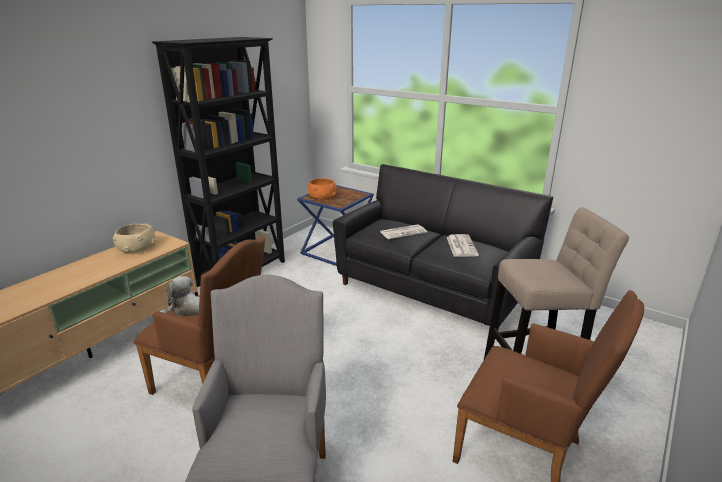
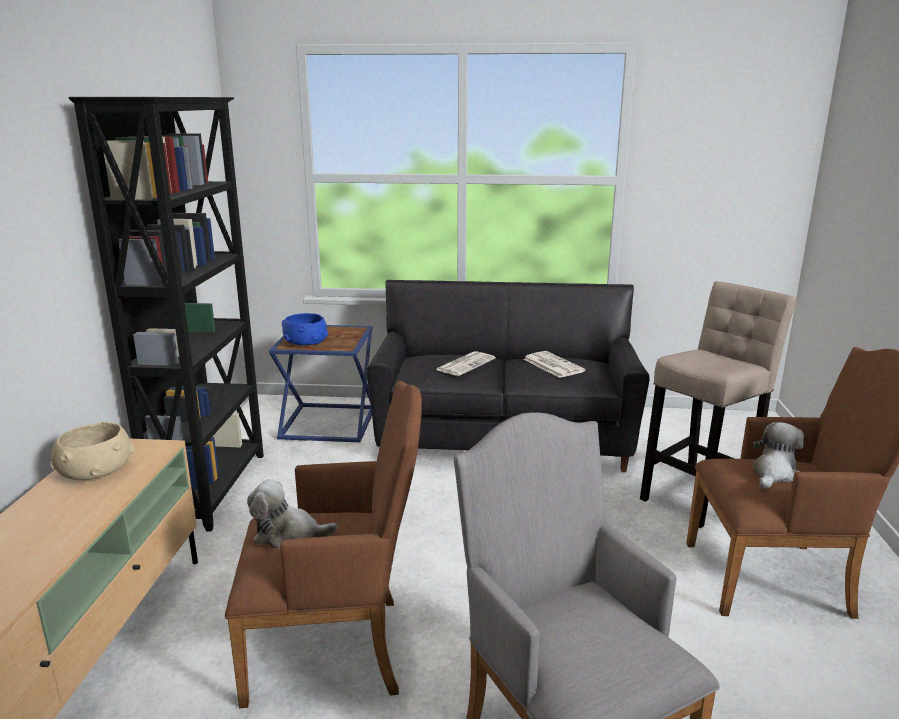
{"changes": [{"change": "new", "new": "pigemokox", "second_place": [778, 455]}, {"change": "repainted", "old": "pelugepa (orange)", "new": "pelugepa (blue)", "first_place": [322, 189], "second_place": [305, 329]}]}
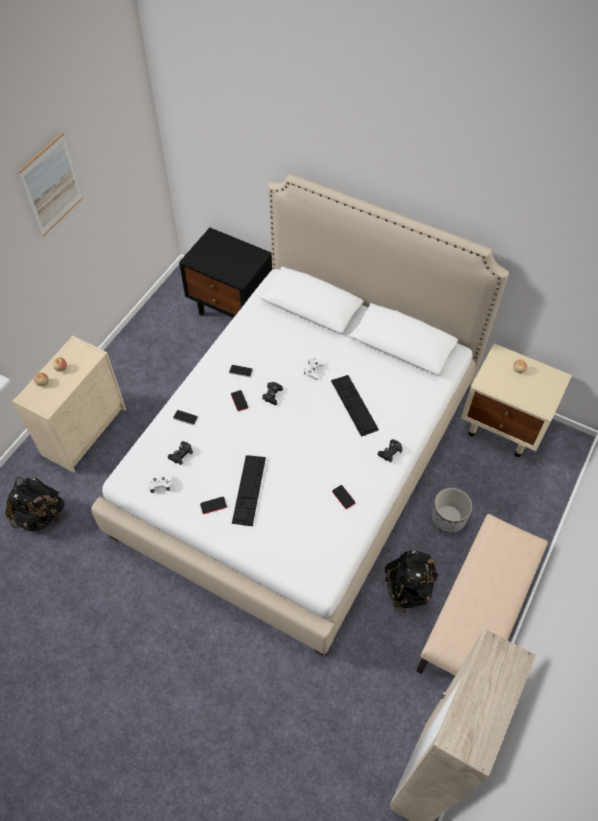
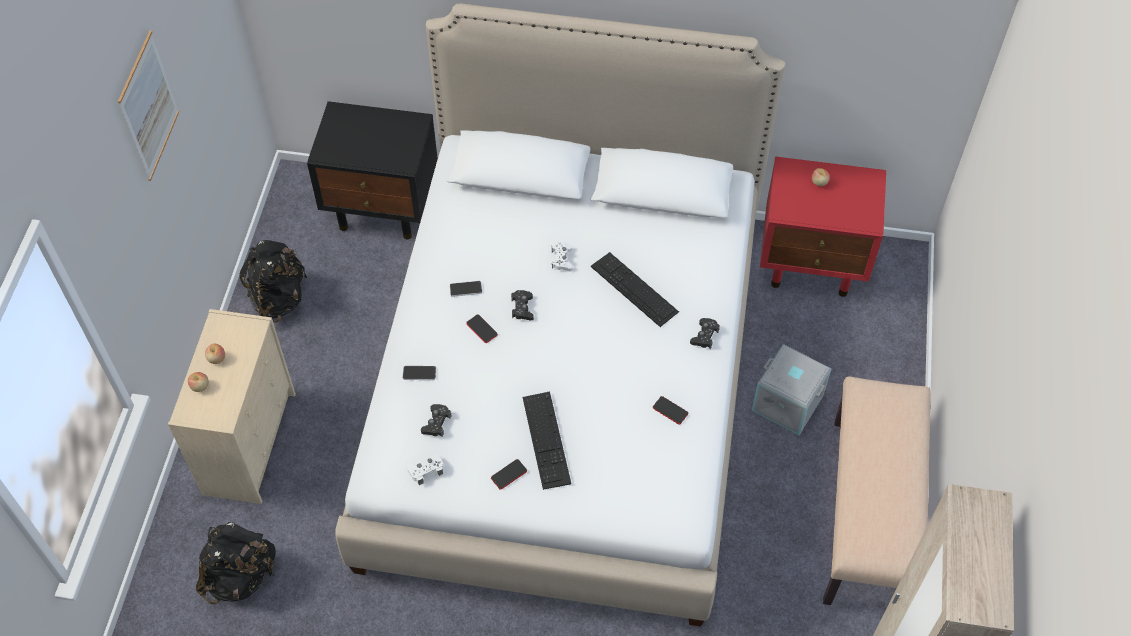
{"changes": [{"change": "shifted", "old": "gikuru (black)", "first_place": [411, 582], "second_place": [273, 281]}, {"change": "swapped", "old": "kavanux", "new": "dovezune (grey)", "first_place": [451, 510], "second_place": [792, 389]}, {"change": "repainted", "old": "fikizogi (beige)", "new": "fikizogi (red)", "first_place": [516, 400], "second_place": [823, 226]}]}
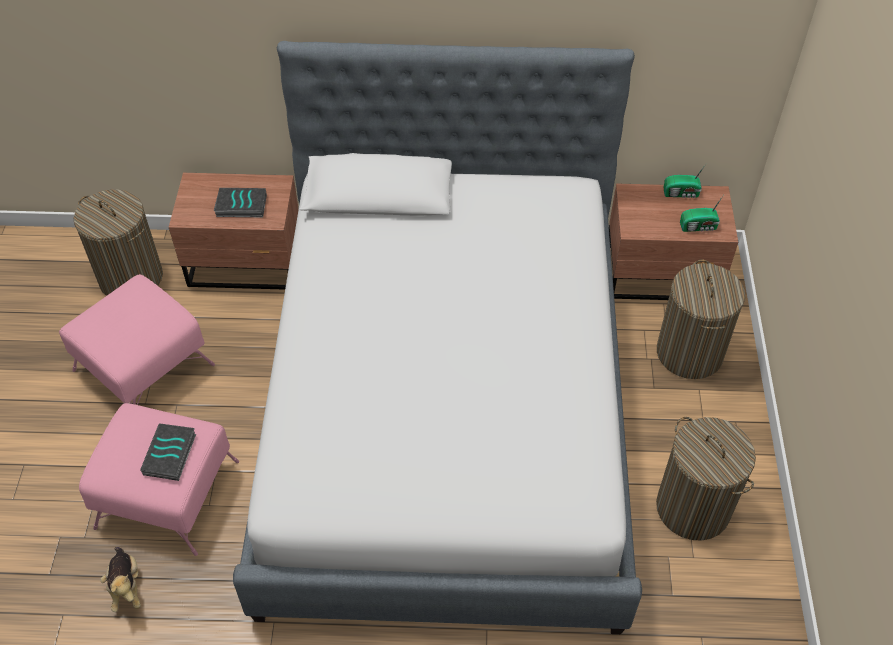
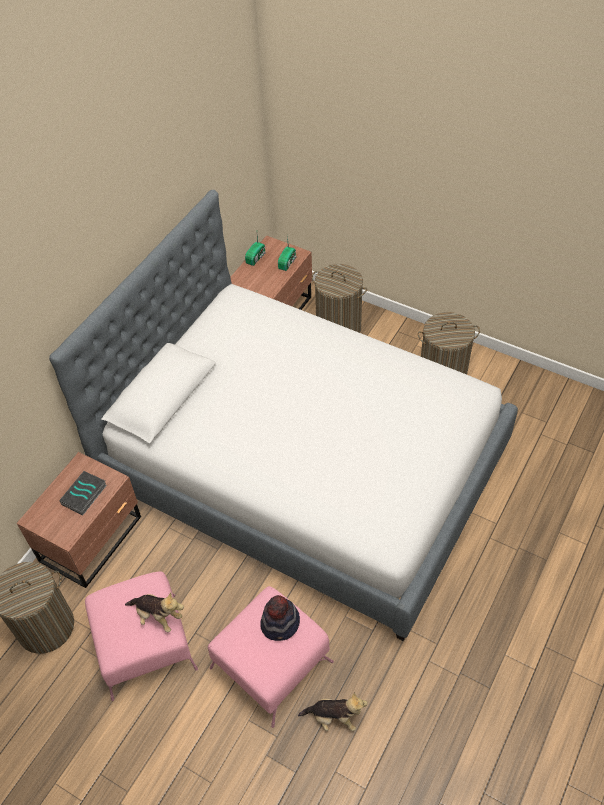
{"changes": [{"change": "new", "new": "pigemokox", "second_place": [154, 612]}, {"change": "swapped", "old": "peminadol", "new": "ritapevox", "first_place": [168, 452], "second_place": [280, 618]}]}
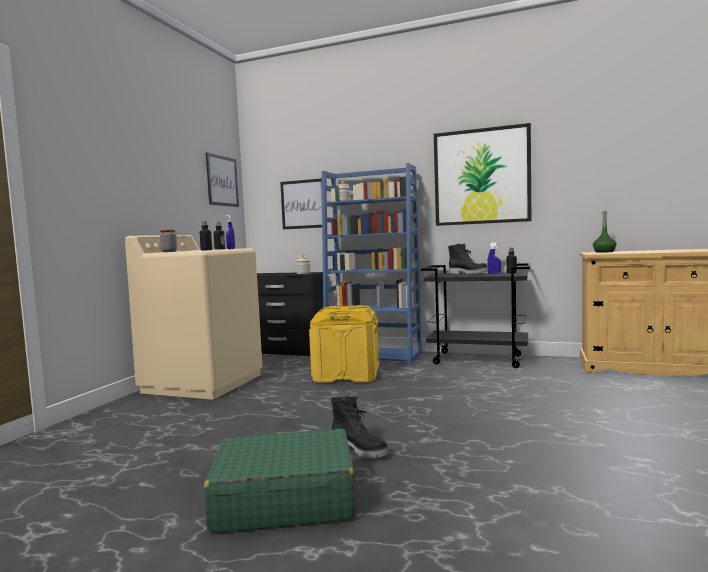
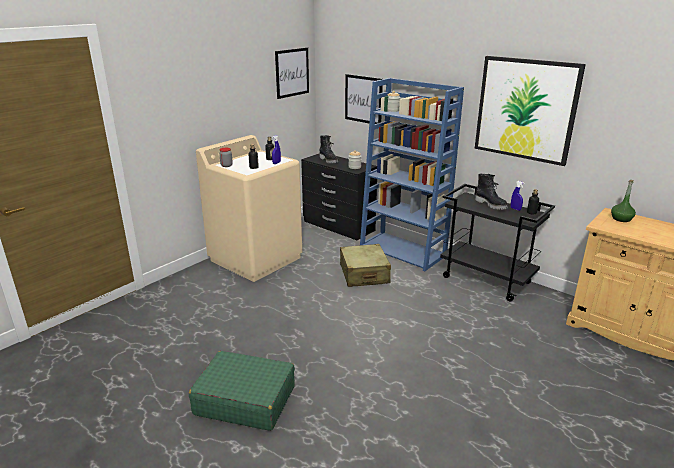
{"changes": [{"change": "shifted", "old": "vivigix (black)", "first_place": [360, 427], "second_place": [328, 149]}, {"change": "swapped", "old": "dovezune (yellow)", "new": "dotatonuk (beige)", "first_place": [344, 344], "second_place": [365, 265]}]}
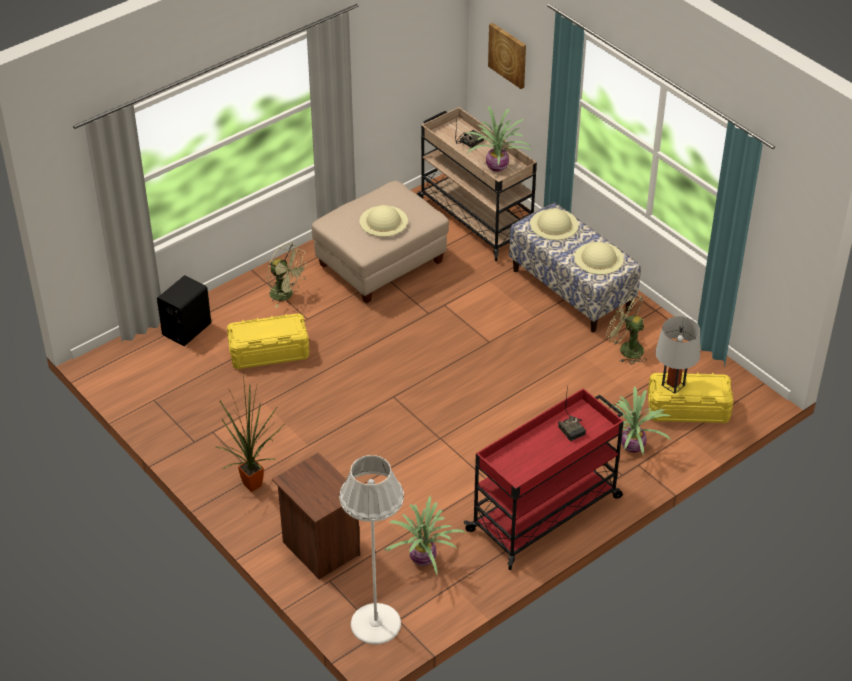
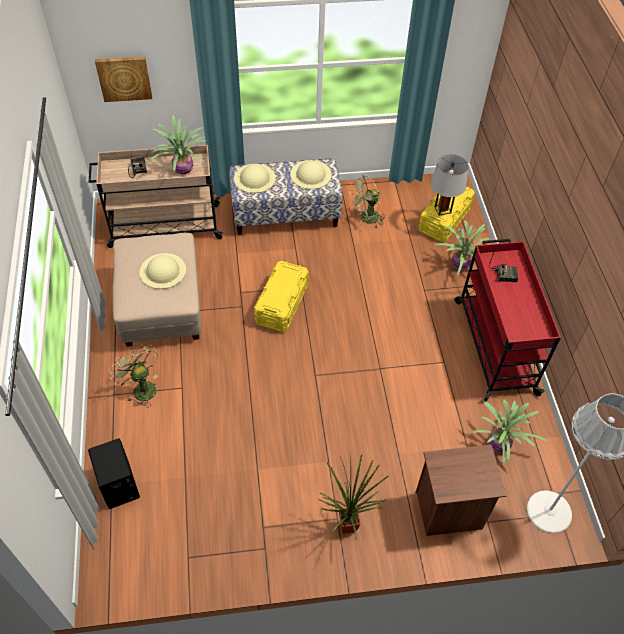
{"changes": [{"change": "shifted", "old": "dovezune (yellow)", "first_place": [268, 341], "second_place": [281, 297]}, {"change": "rotated", "old": "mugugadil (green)", "first_place": [287, 275], "second_place": [133, 376], "degrees": -105}]}
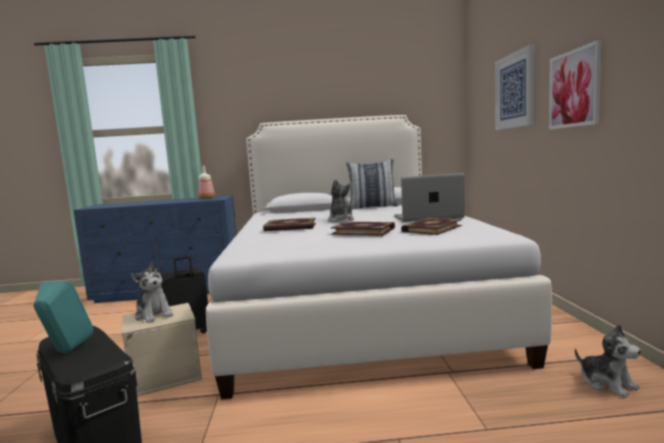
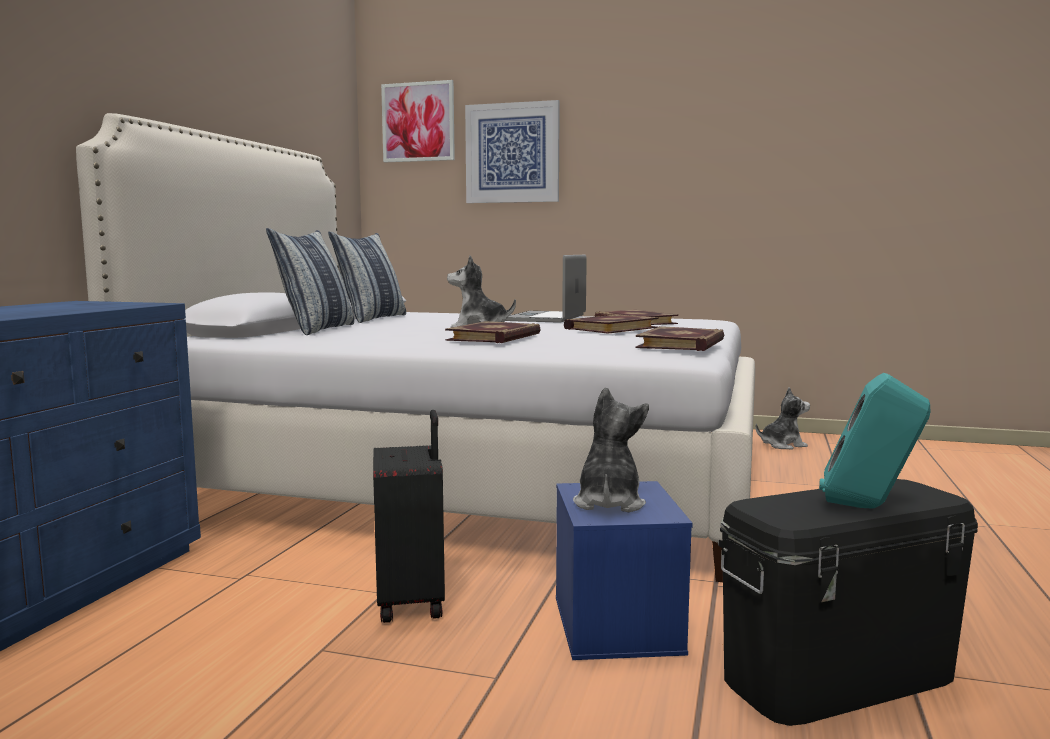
{"changes": [{"change": "gone", "old": "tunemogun", "first_place": [206, 182]}, {"change": "new", "new": "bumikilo", "second_place": [310, 281]}, {"change": "new", "new": "peminadol", "second_place": [680, 338]}, {"change": "shifted", "old": "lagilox", "first_place": [575, 84], "second_place": [418, 121]}, {"change": "repainted", "old": "dovezune (beige)", "new": "dovezune (blue)", "first_place": [161, 350], "second_place": [624, 570]}, {"change": "rotated", "old": "pigemokox", "first_place": [152, 292], "second_place": [611, 449], "degrees": -60}]}
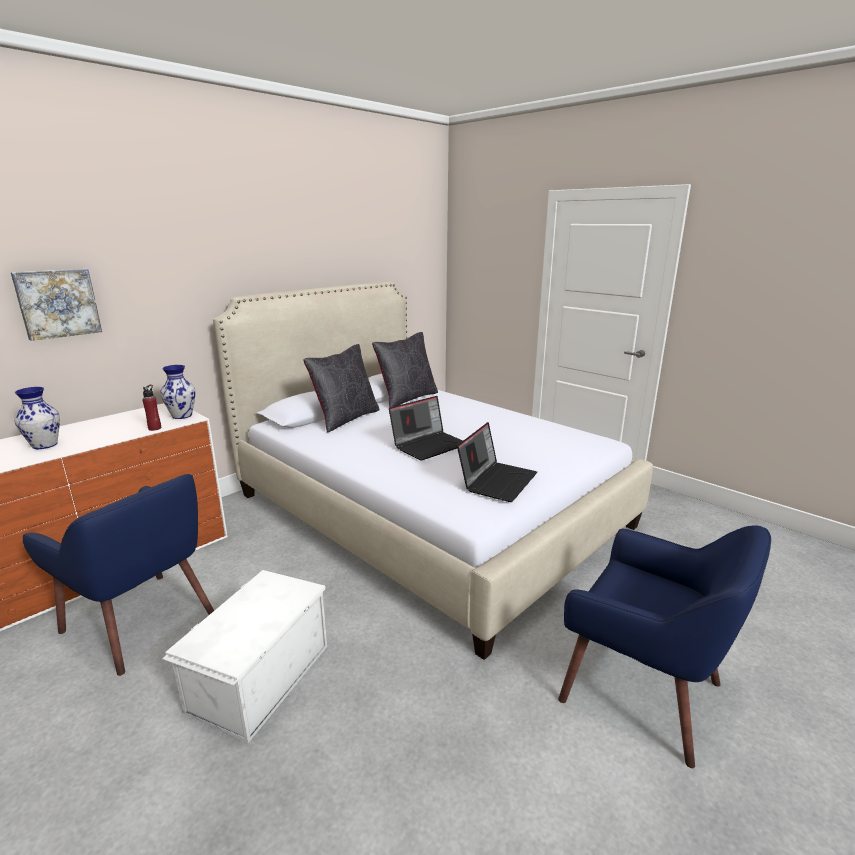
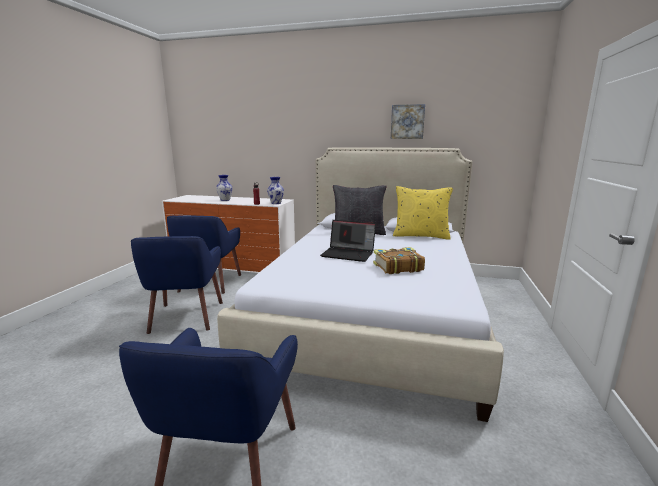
{"changes": [{"change": "gone", "old": "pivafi", "first_place": [497, 462]}, {"change": "new", "new": "peminadol", "second_place": [399, 260]}, {"change": "shifted", "old": "lagilox", "first_place": [56, 305], "second_place": [408, 121]}, {"change": "swapped", "old": "dovezune (white)", "new": "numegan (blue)", "first_place": [244, 656], "second_place": [177, 285]}, {"change": "repainted", "old": "bumikilo (black)", "new": "bumikilo (yellow)", "first_place": [405, 370], "second_place": [423, 213]}]}
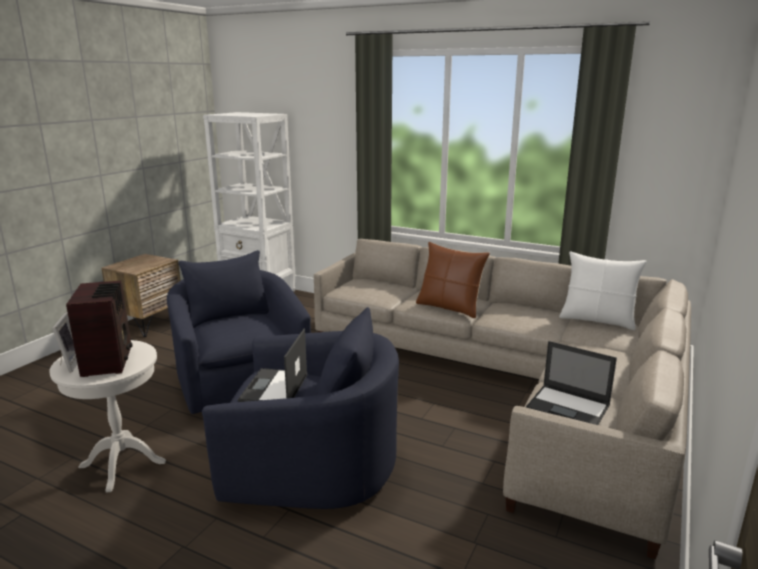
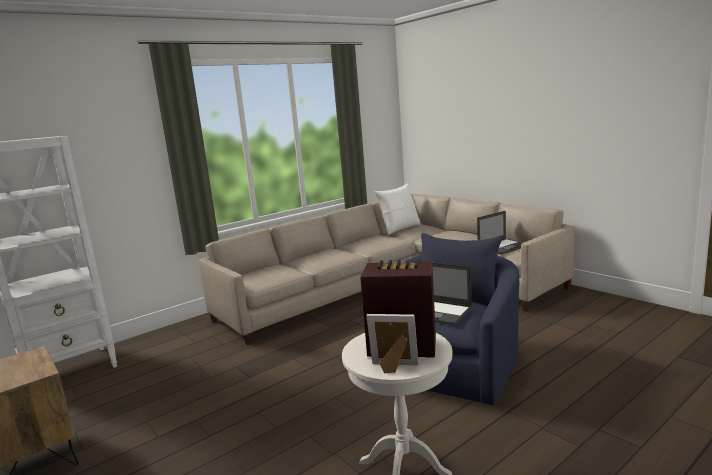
{"changes": [{"change": "gone", "old": "numegan (blue)", "first_place": [239, 332]}, {"change": "gone", "old": "bumikilo (brown)", "first_place": [453, 280]}]}
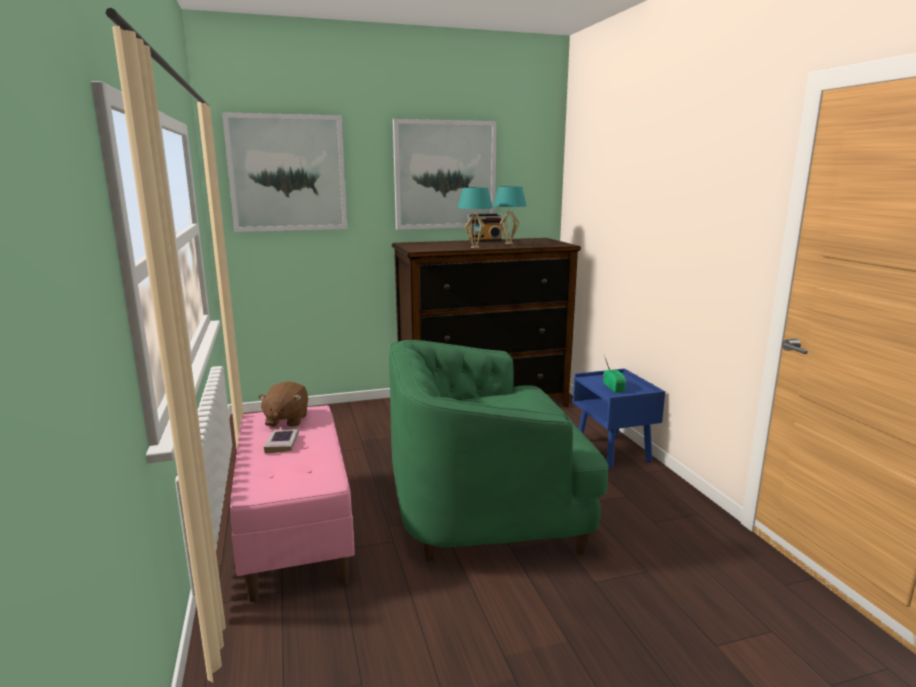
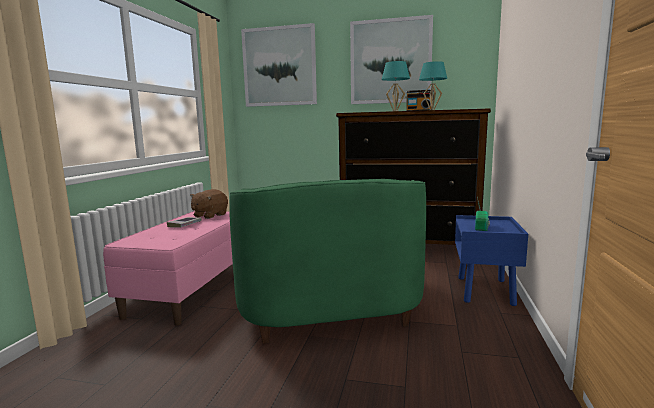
{"changes": [{"change": "rotated", "old": "numegan (green)", "first_place": [499, 450], "second_place": [327, 261], "degrees": -120}]}
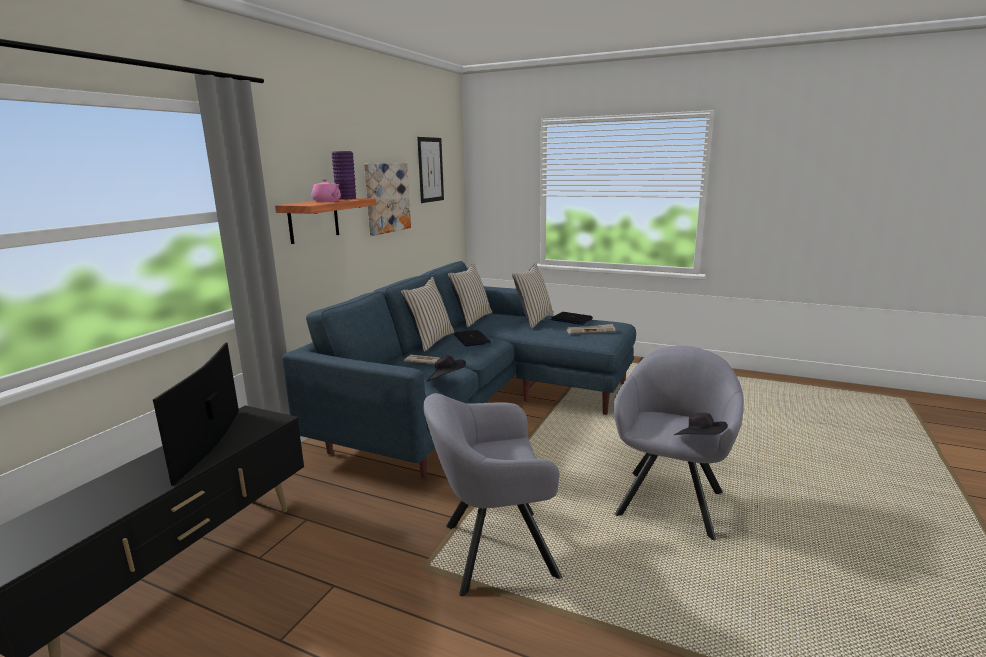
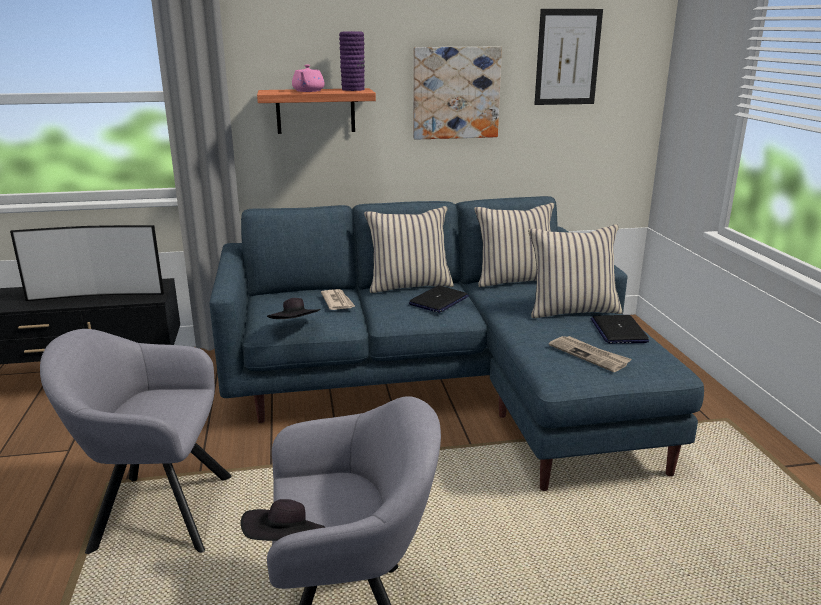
{"changes": [{"change": "rotated", "old": "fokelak", "first_place": [196, 414], "second_place": [87, 263], "degrees": -150}, {"change": "rotated", "old": "numegan (grey)", "first_place": [492, 494], "second_place": [136, 441], "degrees": -45}]}
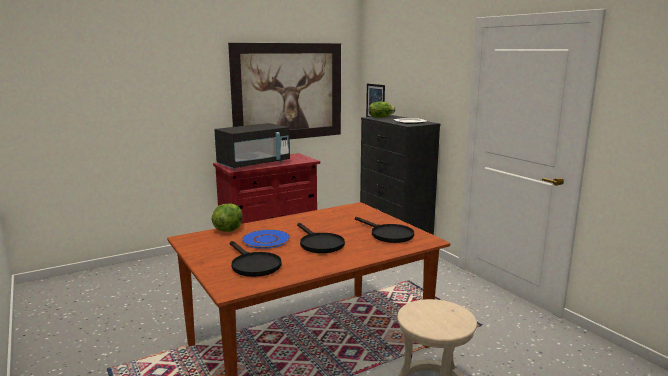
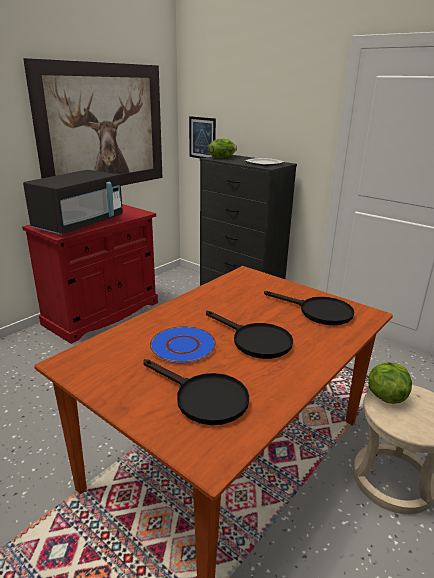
{"changes": [{"change": "shifted", "old": "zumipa", "first_place": [227, 217], "second_place": [390, 383]}]}
